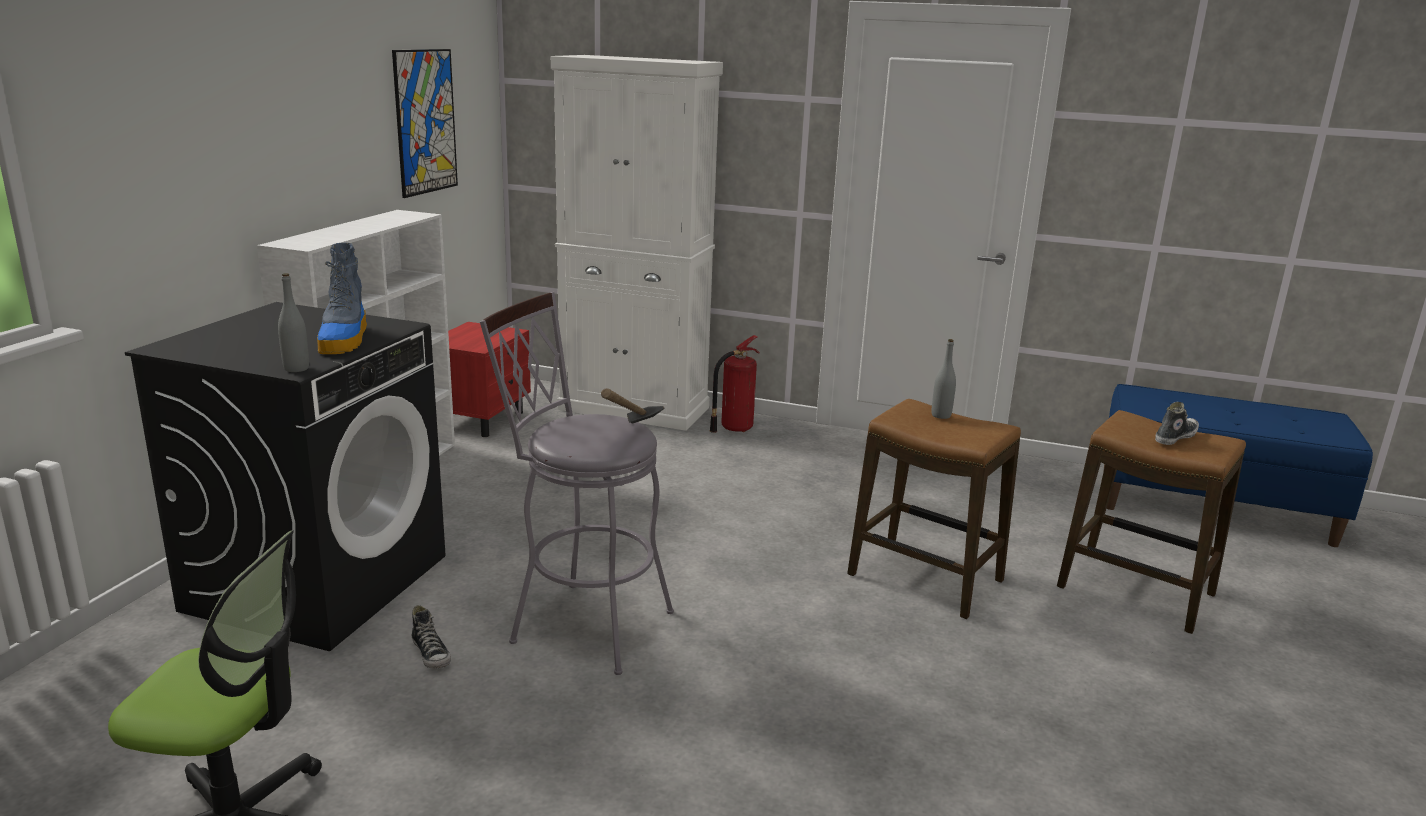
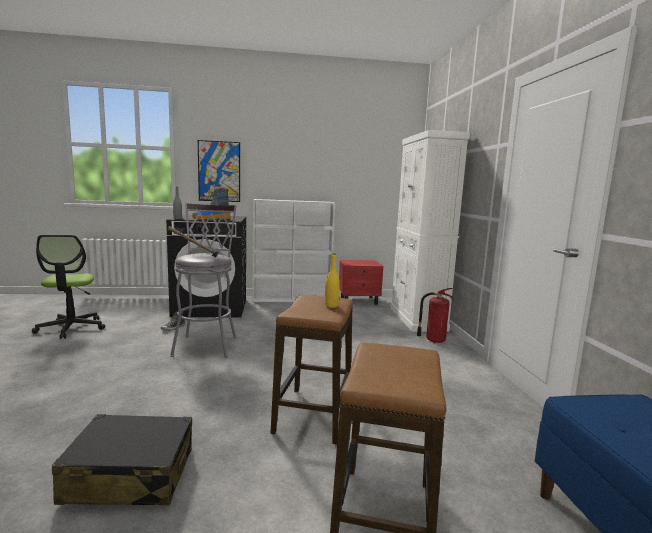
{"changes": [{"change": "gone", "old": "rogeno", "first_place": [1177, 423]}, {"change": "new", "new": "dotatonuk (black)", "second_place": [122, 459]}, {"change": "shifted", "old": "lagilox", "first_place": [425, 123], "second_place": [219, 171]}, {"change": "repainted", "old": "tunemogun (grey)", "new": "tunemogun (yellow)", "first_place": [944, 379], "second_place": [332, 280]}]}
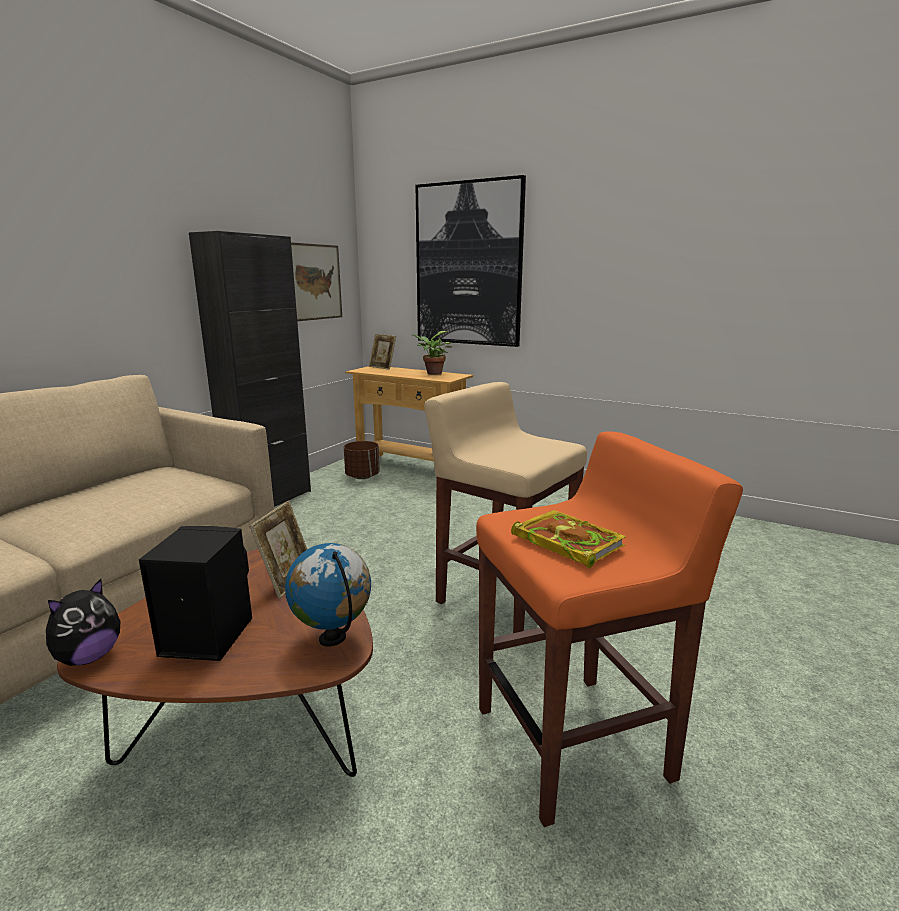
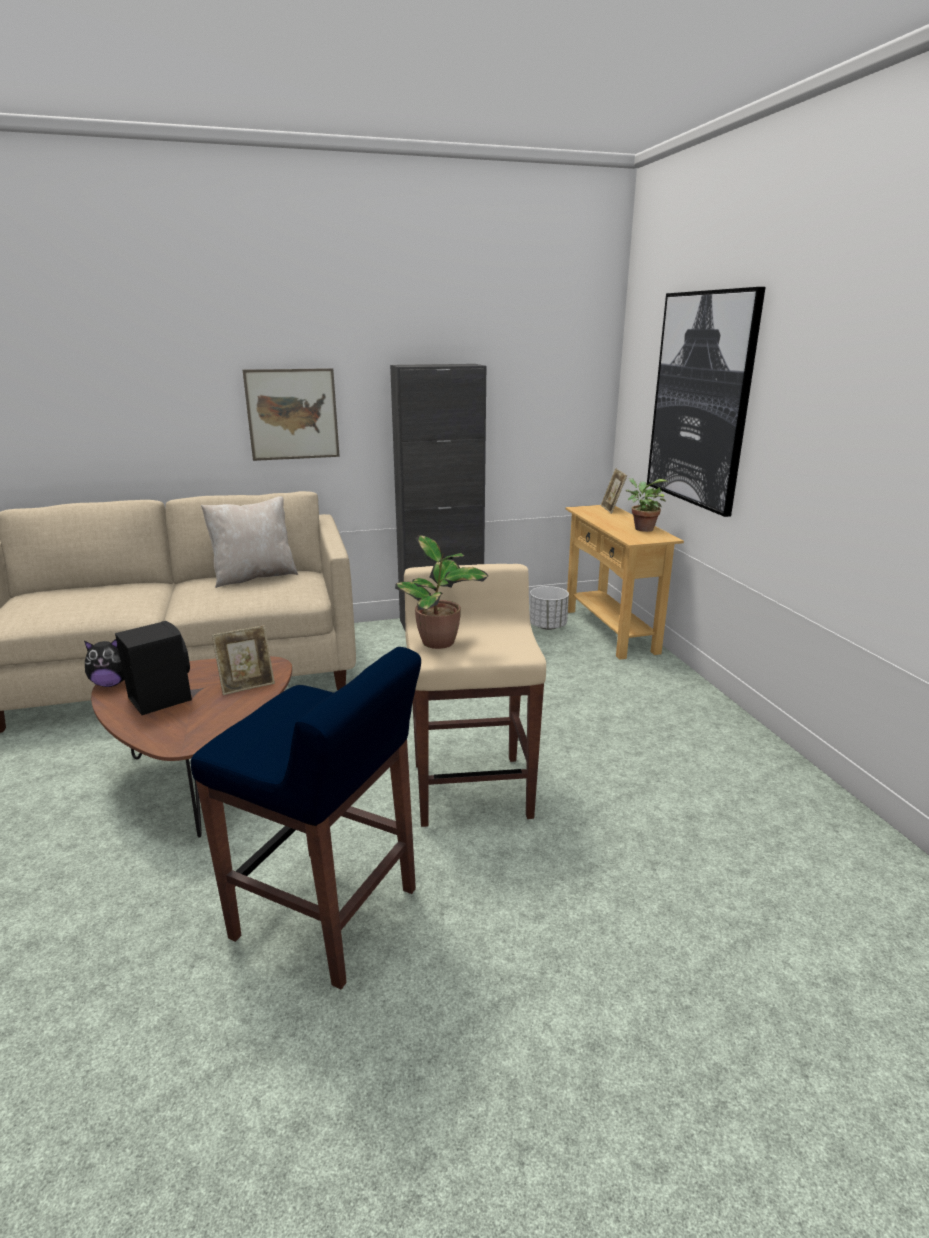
{"changes": [{"change": "gone", "old": "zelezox", "first_place": [328, 594]}, {"change": "gone", "old": "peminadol", "first_place": [568, 539]}, {"change": "new", "new": "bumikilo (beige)", "second_place": [249, 542]}, {"change": "new", "new": "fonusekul", "second_place": [441, 592]}, {"change": "shifted", "old": "lagilox", "first_place": [316, 281], "second_place": [291, 414]}, {"change": "repainted", "old": "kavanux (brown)", "new": "kavanux (white)", "first_place": [362, 460], "second_place": [549, 608]}, {"change": "repainted", "old": "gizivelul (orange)", "new": "gizivelul (blue)", "first_place": [609, 629], "second_place": [305, 818]}]}
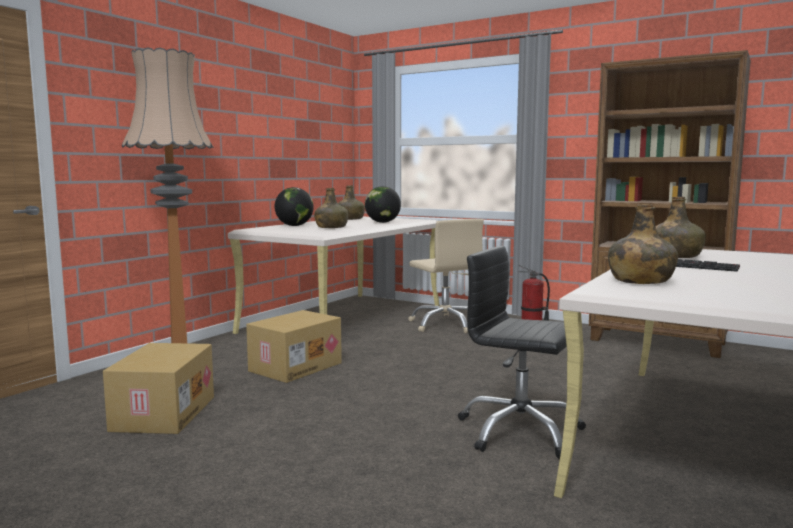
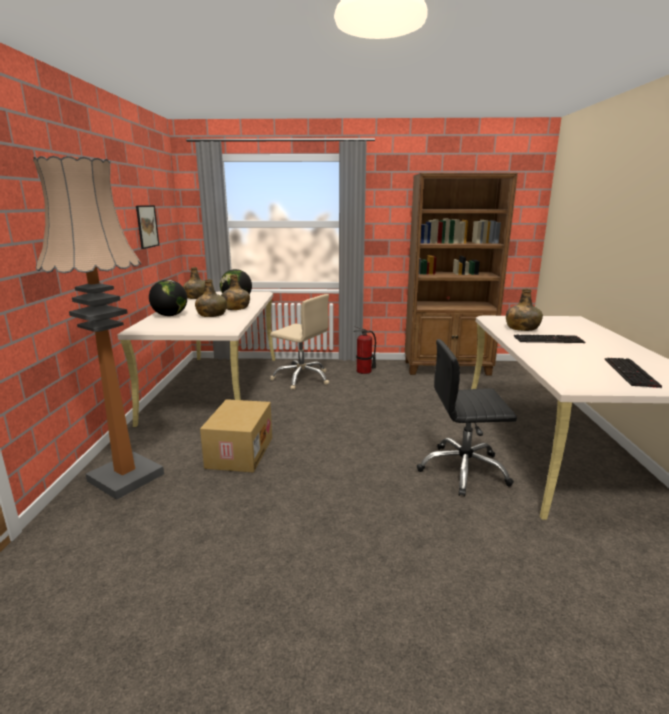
{"changes": [{"change": "gone", "old": "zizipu", "first_place": [158, 388]}, {"change": "new", "new": "lagilox", "second_place": [147, 227]}, {"change": "new", "new": "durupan", "second_place": [633, 373]}, {"change": "shifted", "old": "tunemogun (green)", "first_place": [643, 244], "second_place": [235, 292]}]}
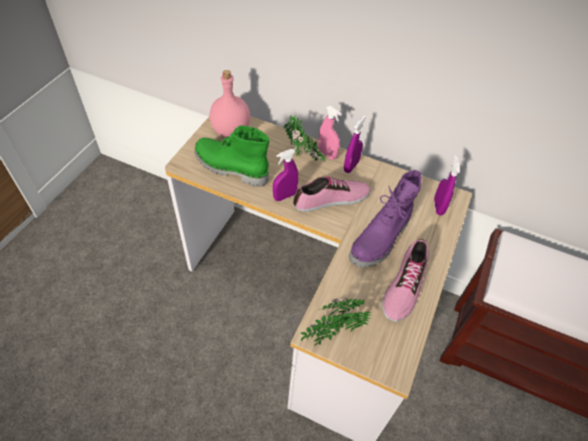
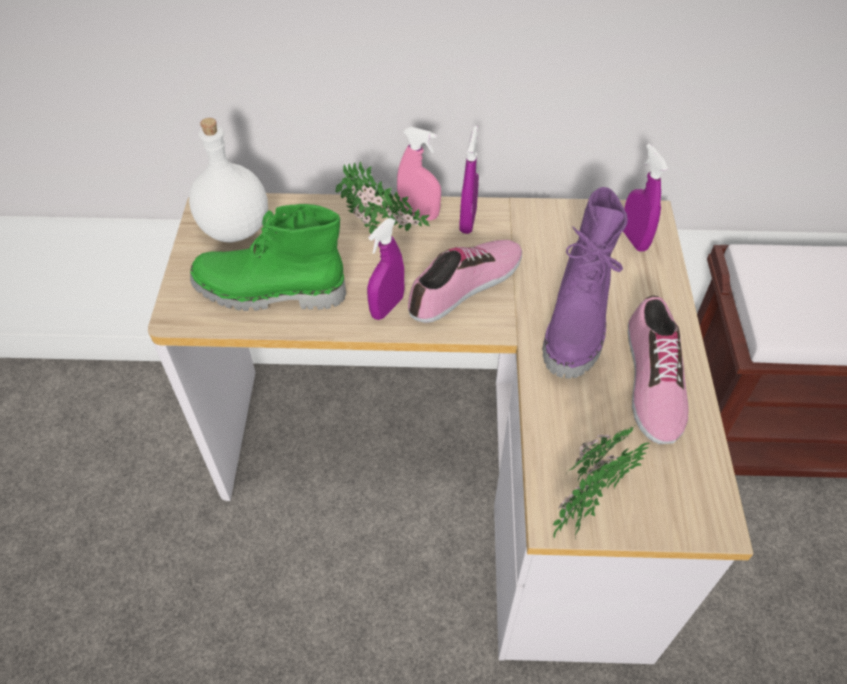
{"changes": [{"change": "repainted", "old": "tunemogun (pink)", "new": "tunemogun (white)", "first_place": [230, 103], "second_place": [228, 180]}]}
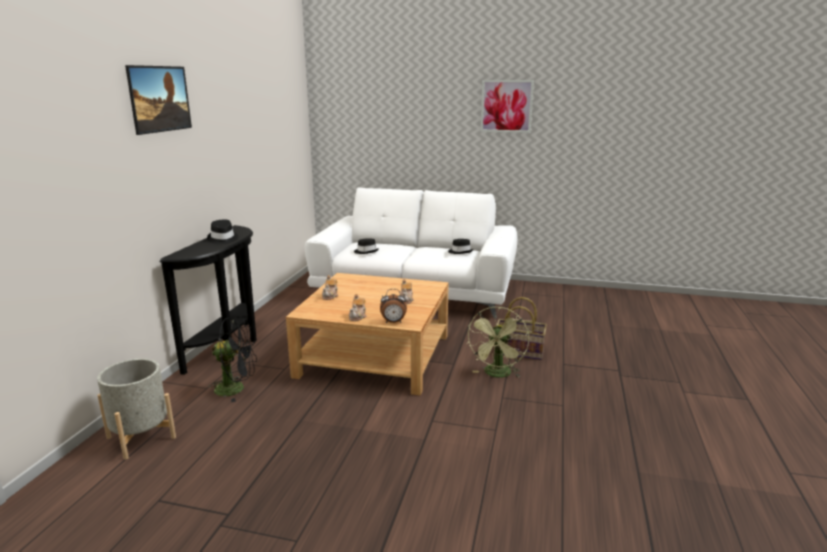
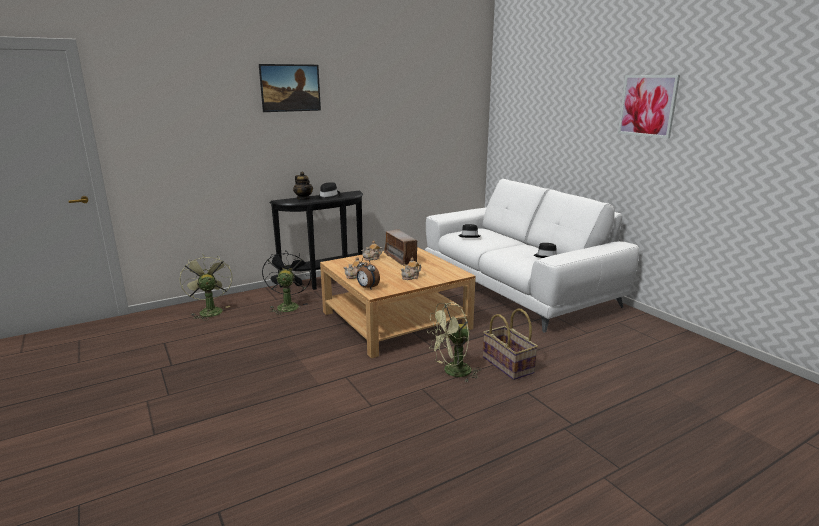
{"changes": [{"change": "new", "new": "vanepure", "second_place": [303, 186]}, {"change": "new", "new": "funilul", "second_place": [400, 247]}, {"change": "swapped", "old": "kavanux (grey)", "new": "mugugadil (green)", "first_place": [136, 409], "second_place": [206, 288]}, {"change": "rotated", "old": "mugugadil (black)", "first_place": [232, 359], "second_place": [286, 282], "degrees": -135}]}
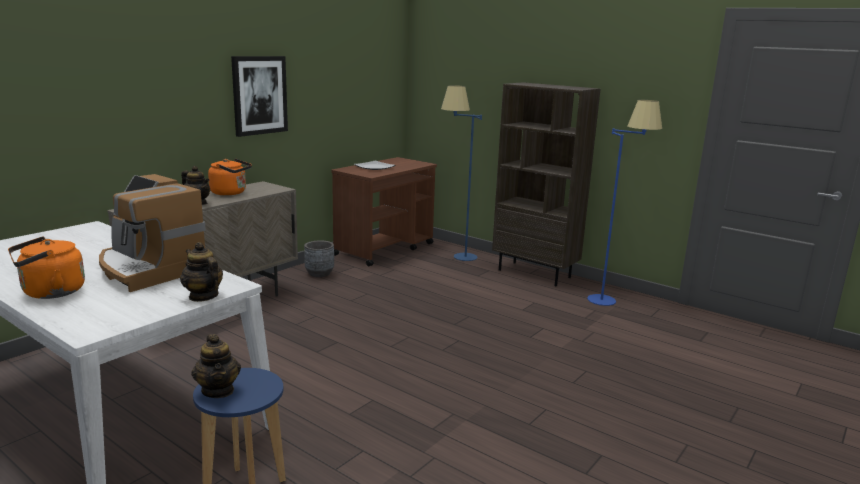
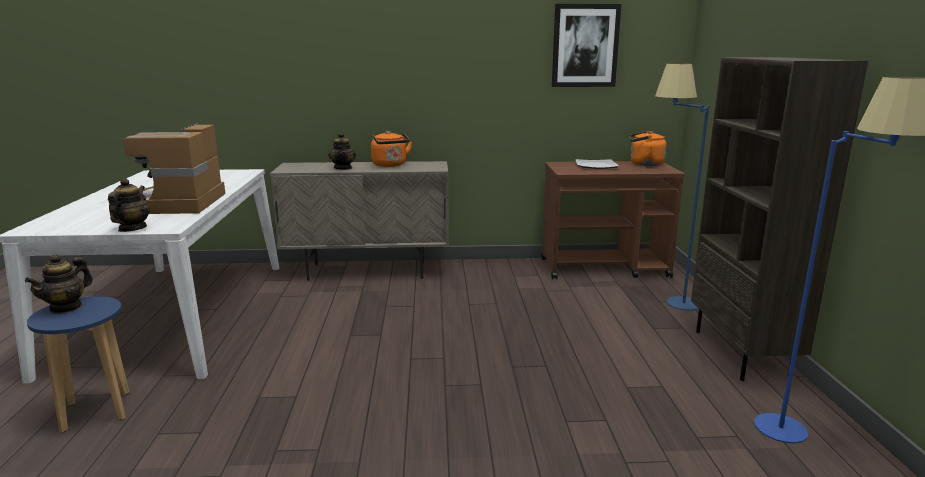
{"changes": [{"change": "gone", "old": "kavanux (grey)", "first_place": [319, 259]}, {"change": "shifted", "old": "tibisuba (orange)", "first_place": [46, 267], "second_place": [648, 148]}, {"change": "shifted", "old": "lagilox", "first_place": [259, 96], "second_place": [586, 45]}]}
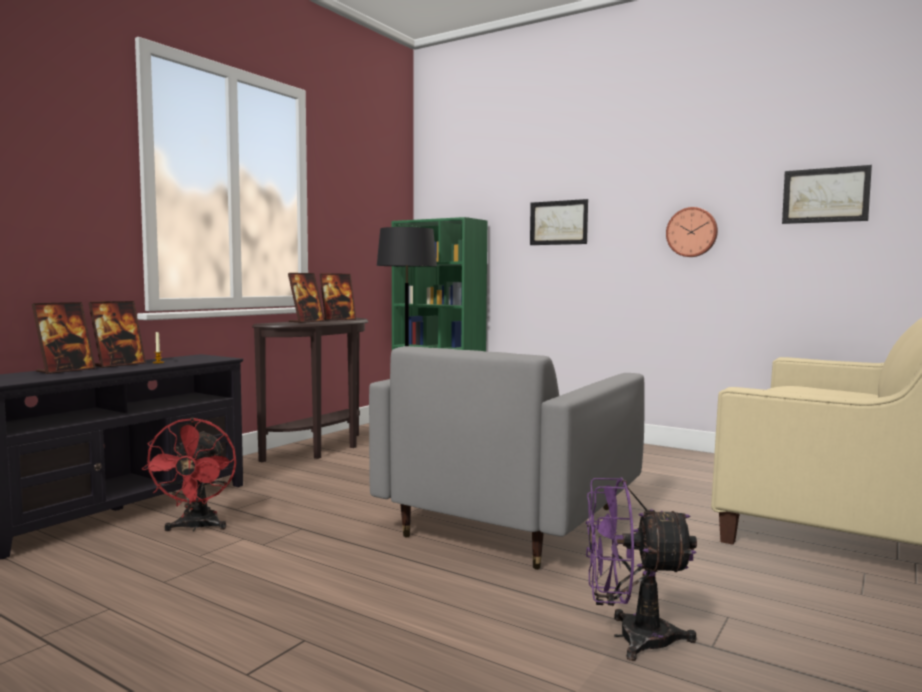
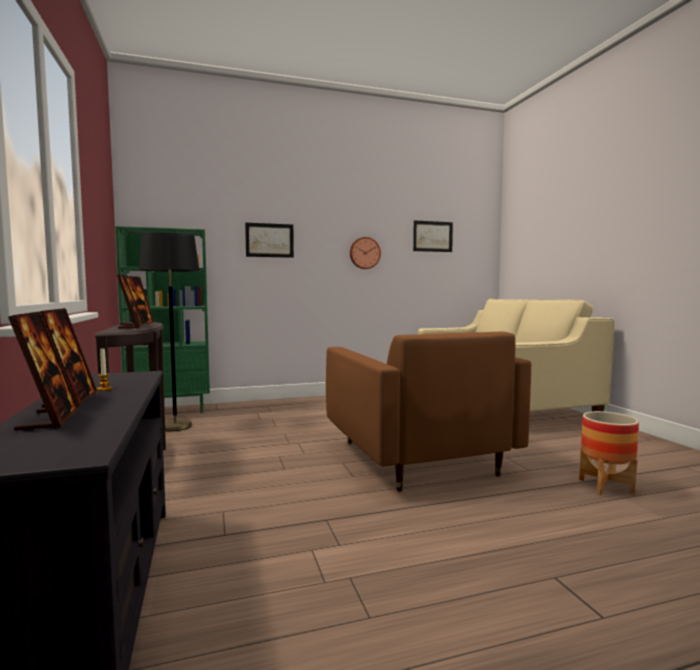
{"changes": [{"change": "gone", "old": "mugugadil (red)", "first_place": [189, 475]}, {"change": "swapped", "old": "mugugadil (purple)", "new": "kavanux", "first_place": [641, 569], "second_place": [609, 453]}, {"change": "repainted", "old": "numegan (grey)", "new": "numegan (brown)", "first_place": [507, 458], "second_place": [428, 412]}]}
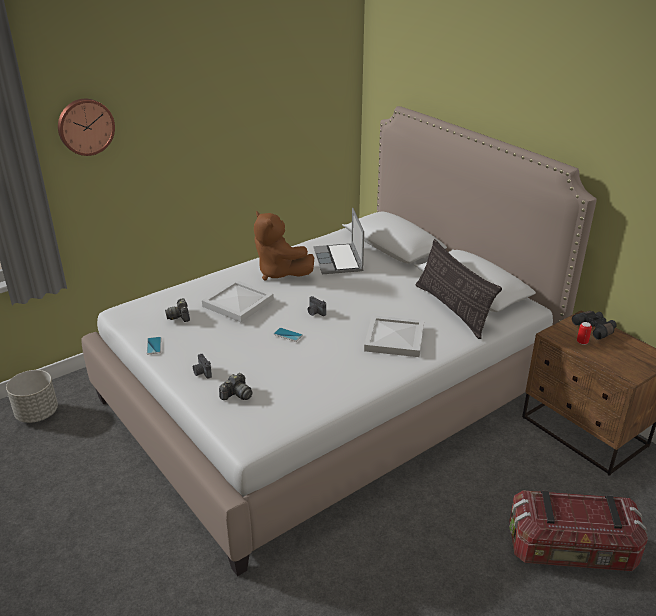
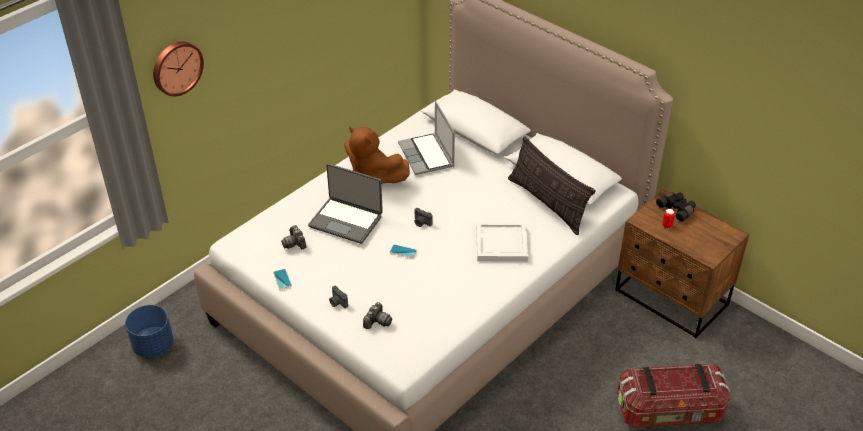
{"changes": [{"change": "swapped", "old": "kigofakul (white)", "new": "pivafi", "first_place": [238, 301], "second_place": [345, 203]}, {"change": "repainted", "old": "kavanux (grey)", "new": "kavanux (blue)", "first_place": [32, 396], "second_place": [149, 331]}]}
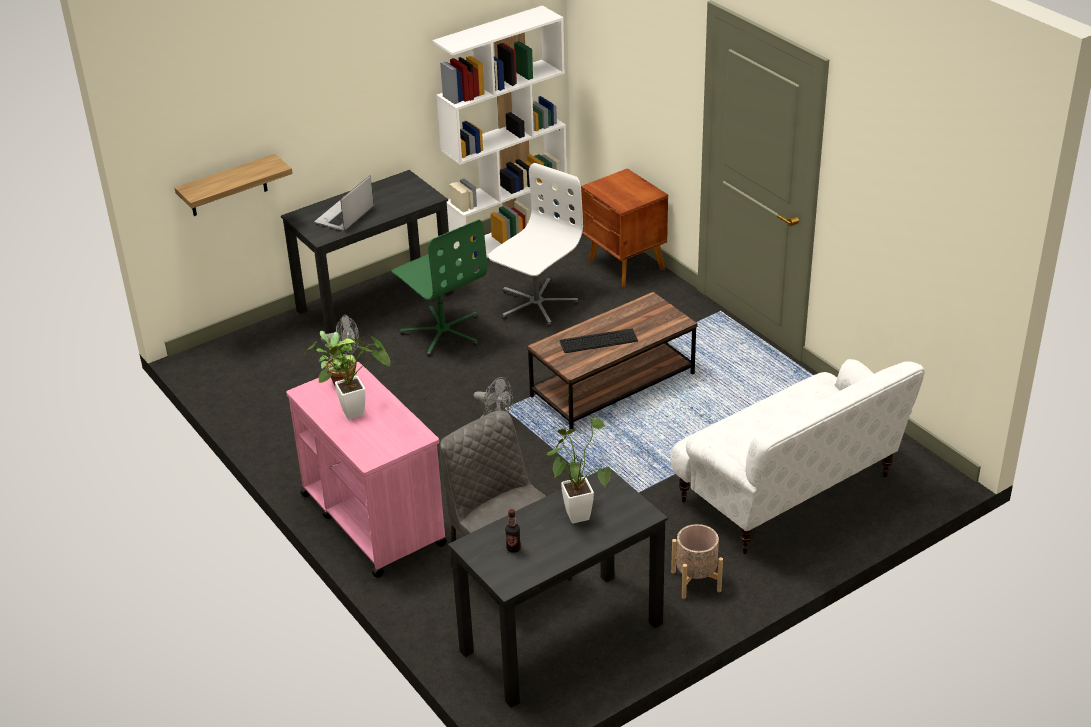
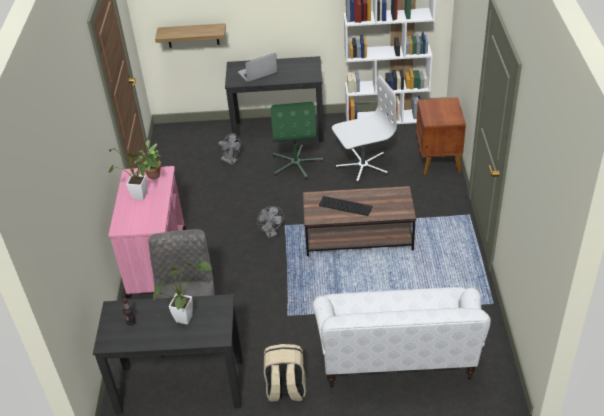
{"changes": [{"change": "swapped", "old": "kavanux (beige)", "new": "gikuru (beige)", "first_place": [697, 561], "second_place": [285, 373]}]}
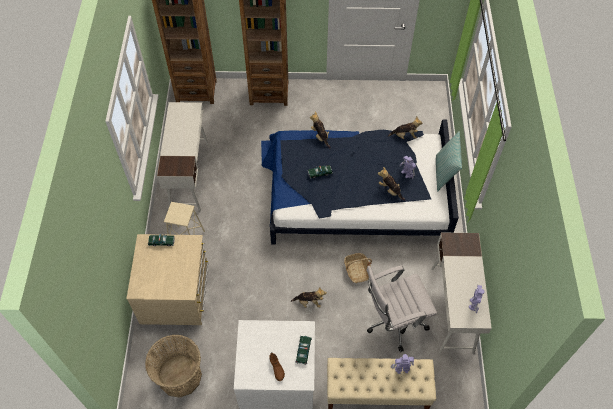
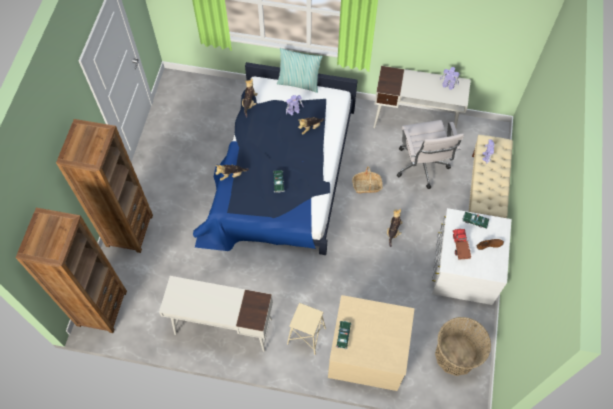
{"changes": [{"change": "new", "new": "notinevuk", "second_place": [462, 244]}]}
